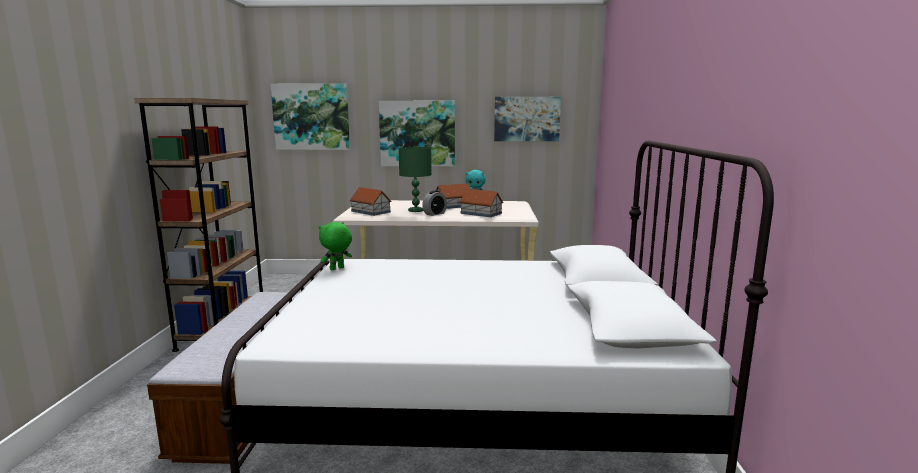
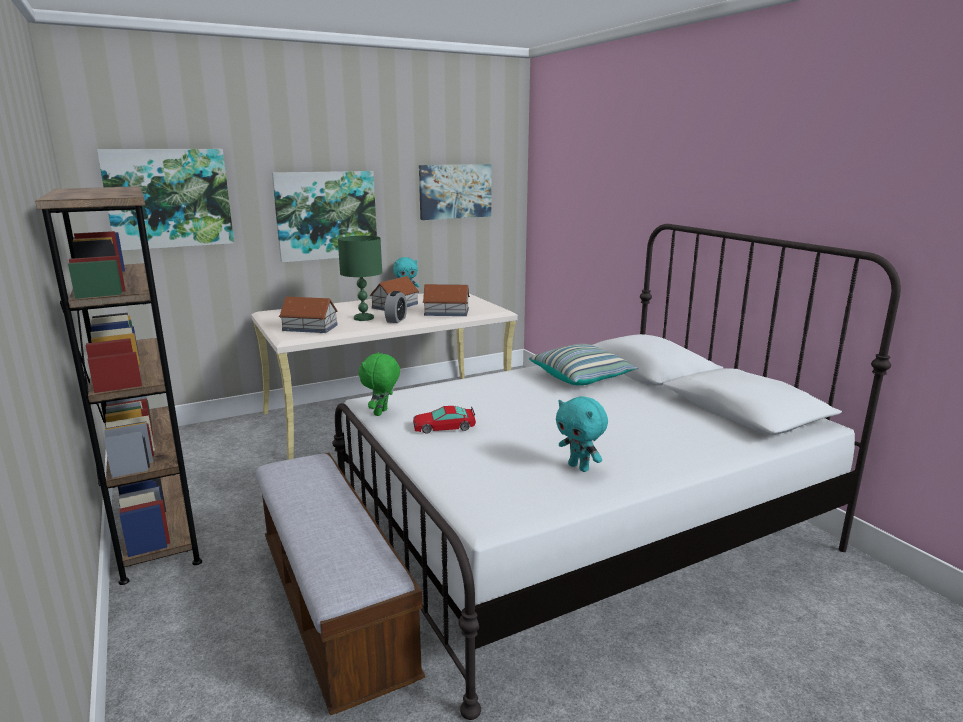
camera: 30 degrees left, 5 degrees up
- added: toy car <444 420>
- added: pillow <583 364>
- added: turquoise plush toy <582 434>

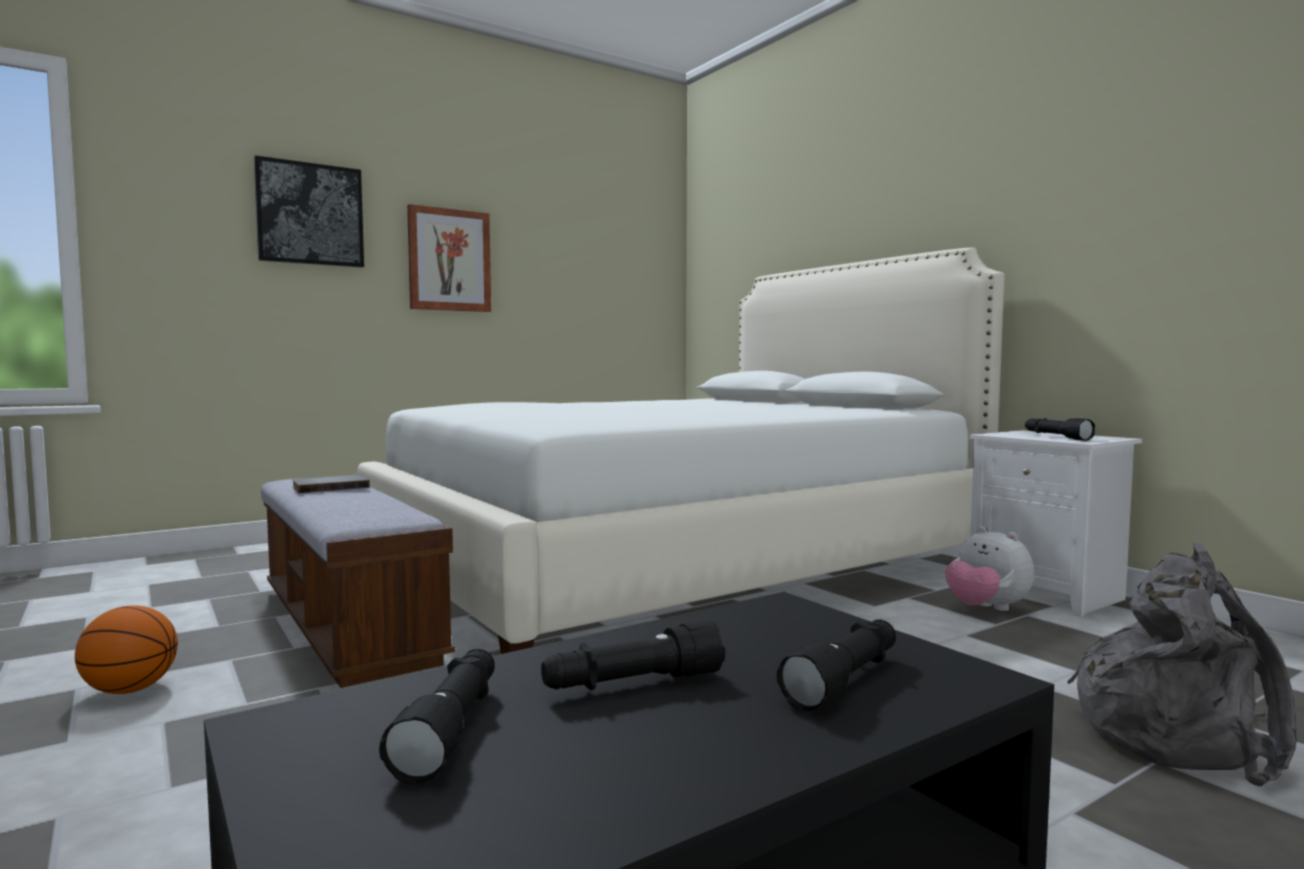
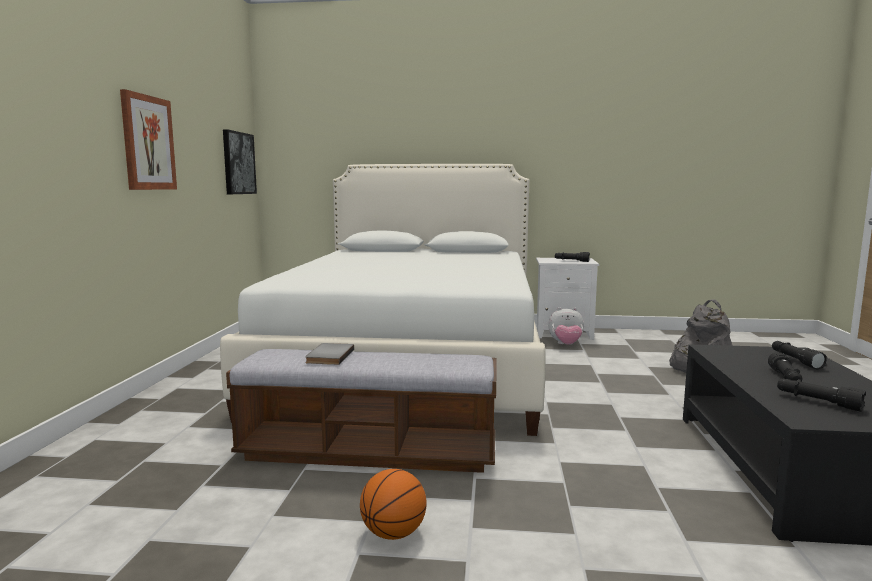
camera: 50 degrees left, 5 degrees up
- moved: picture <309 212> to <240 161>

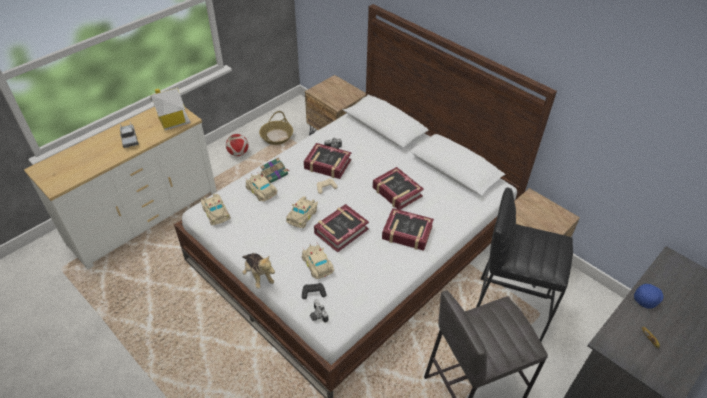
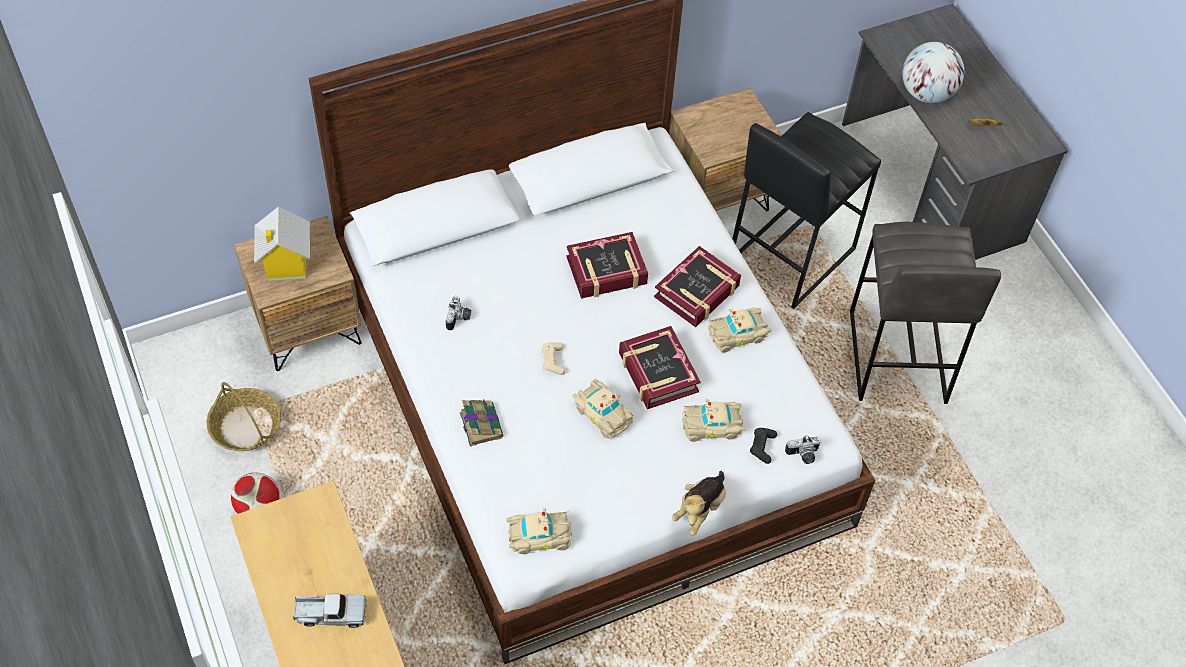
camera: 70 degrees left, 10 degrees up
- moved: toy house <170 109> to <282 243>
- turned: plush toy <258 271> = <699 503> 135 degrees clockwise
- moved: beige toy car <261 187> to <740 330>
- removed: book <328 161>
- replaced: blue cap <648 296> to globe <933 72>

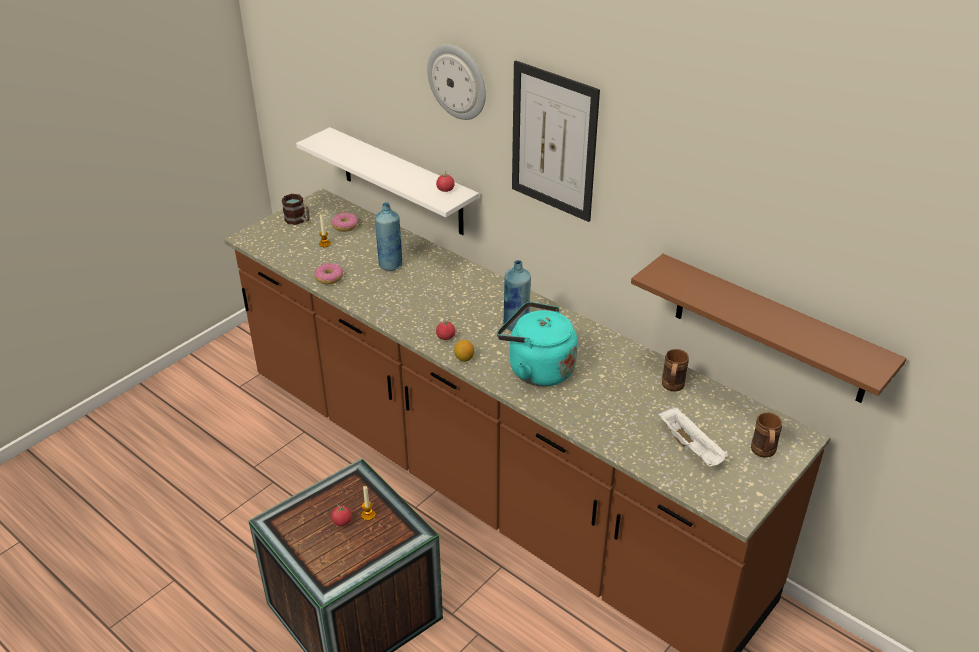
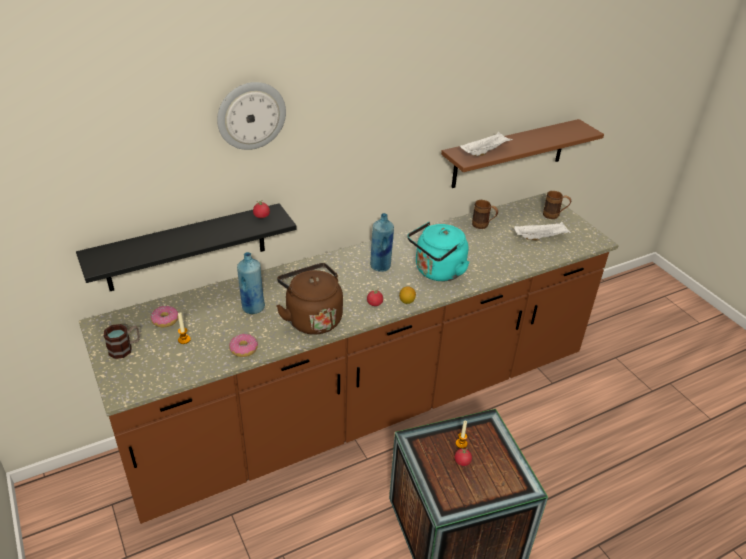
camera: 70 degrees left, 0 degrees up
- recoloured: white shelf <387 181> to black shelf <186 247>
- removed: picture <556 141>
- added: brown kettle <309 299>
- added: white tray <486 144>

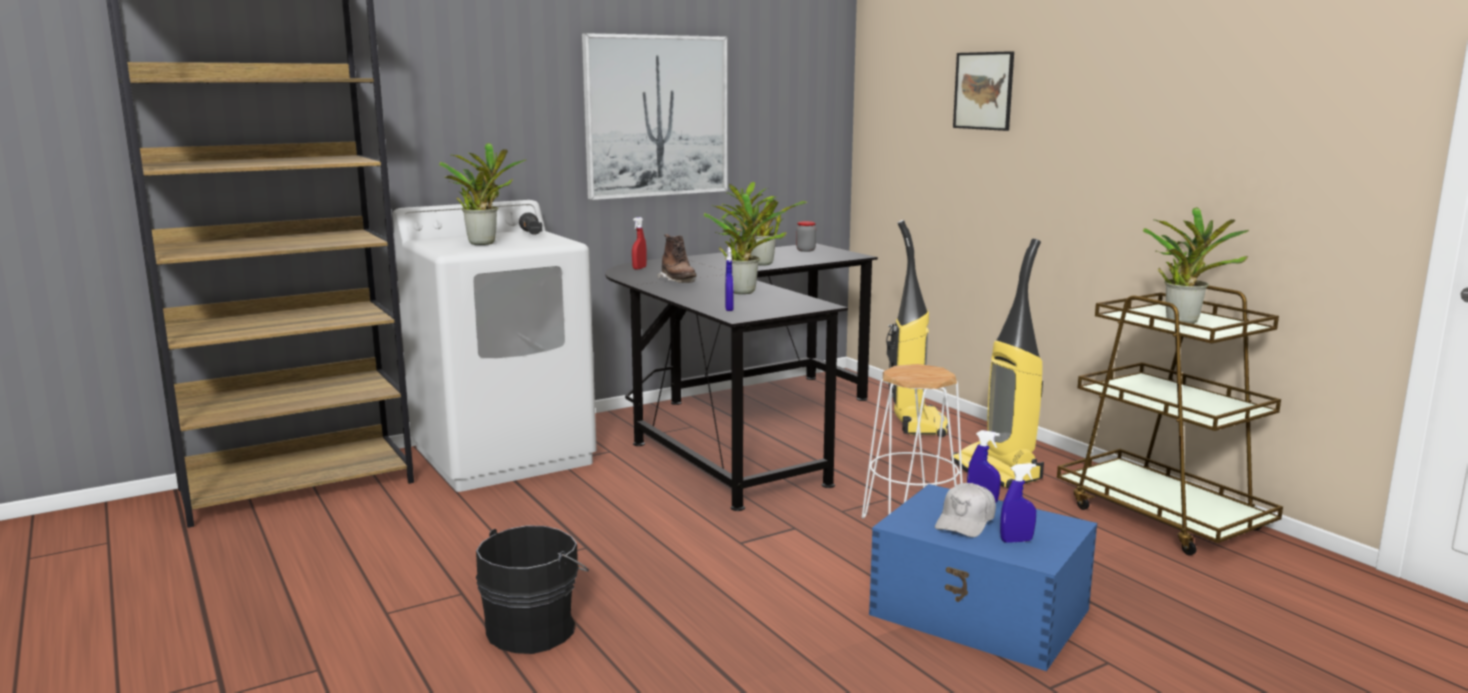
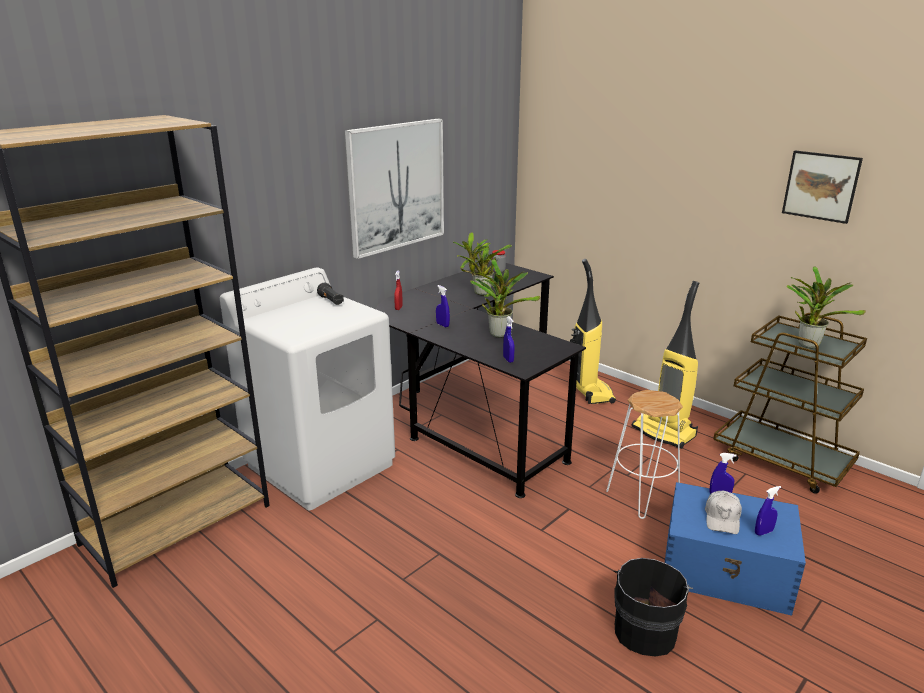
camera: 15 degrees left, 10 degrees up
- removed: potted plant <483 194>
- moved: black bucket <532 589> to <653 607>
- replaced: brown boot <677 258> to blue spray bottle <443 306>
- moved: picture <983 91> to <822 187>

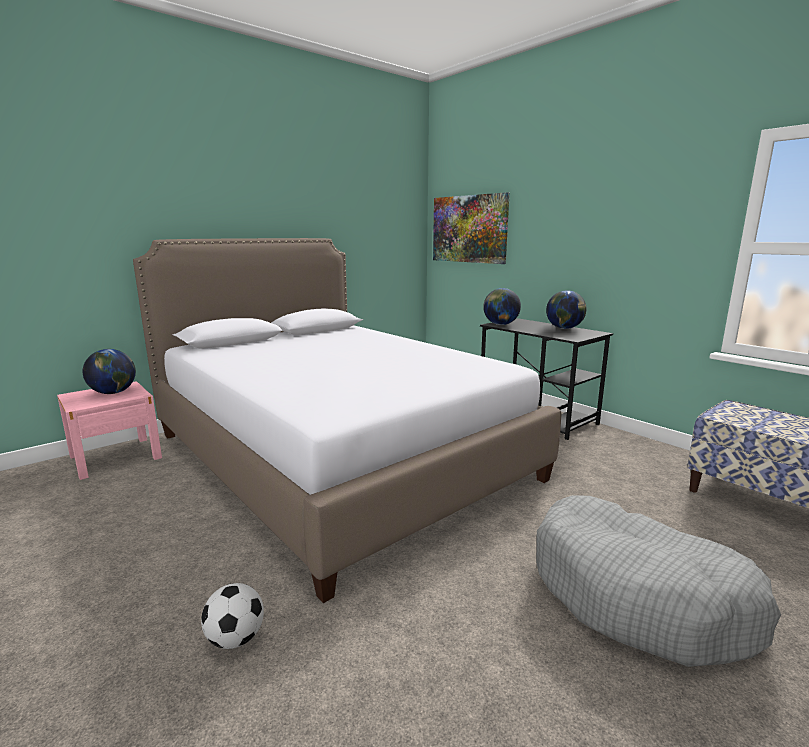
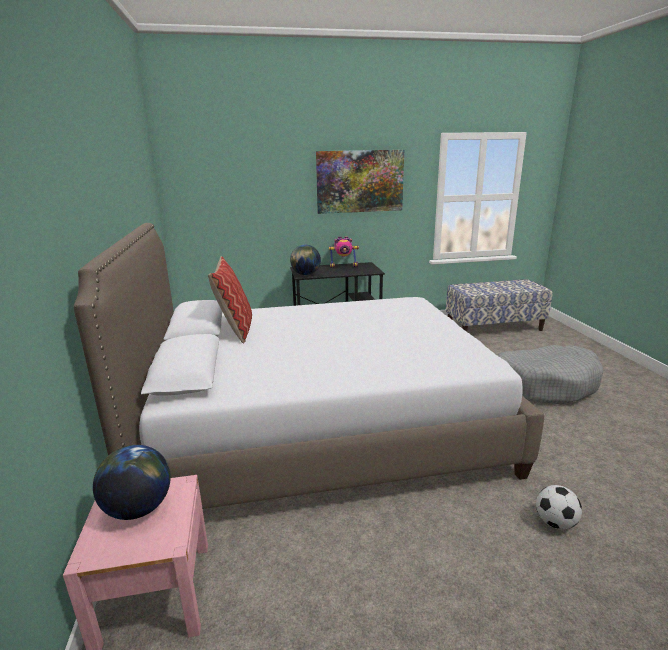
camera: 60 degrees left, 5 degrees up
- moved: picture <471 228> to <360 182>
- replaced: globe <566 309> to toy robot <344 252>
- added: pillow <230 299>

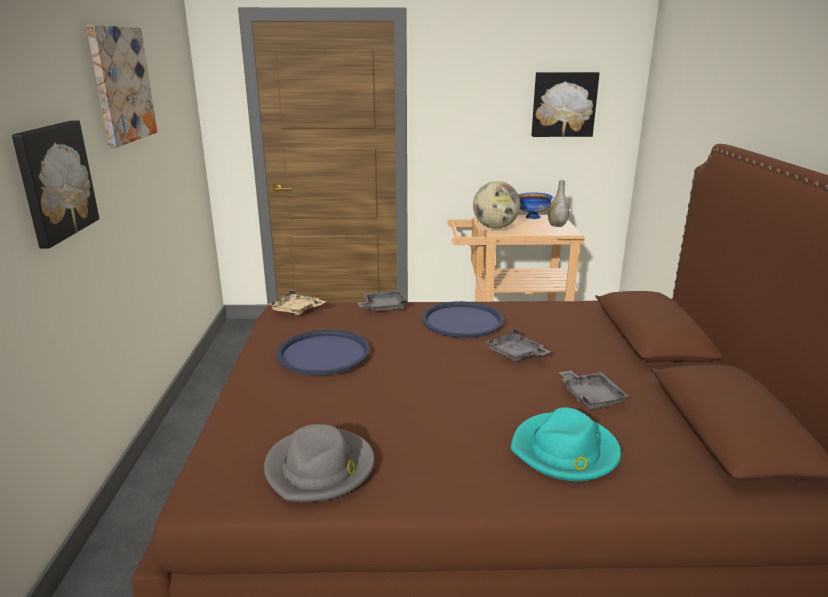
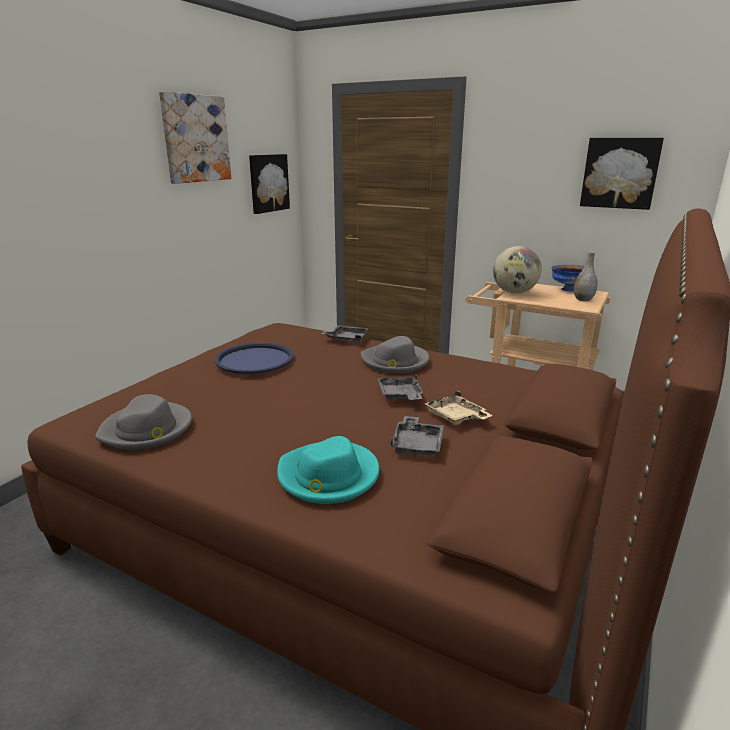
camera: 30 degrees right, 0 degrees up
- moved: picture <55 184> to <269 184>
- moved: beige tray <297 302> to <458 408>
- replaced: blue tray <463 319> to grey hat <395 355>

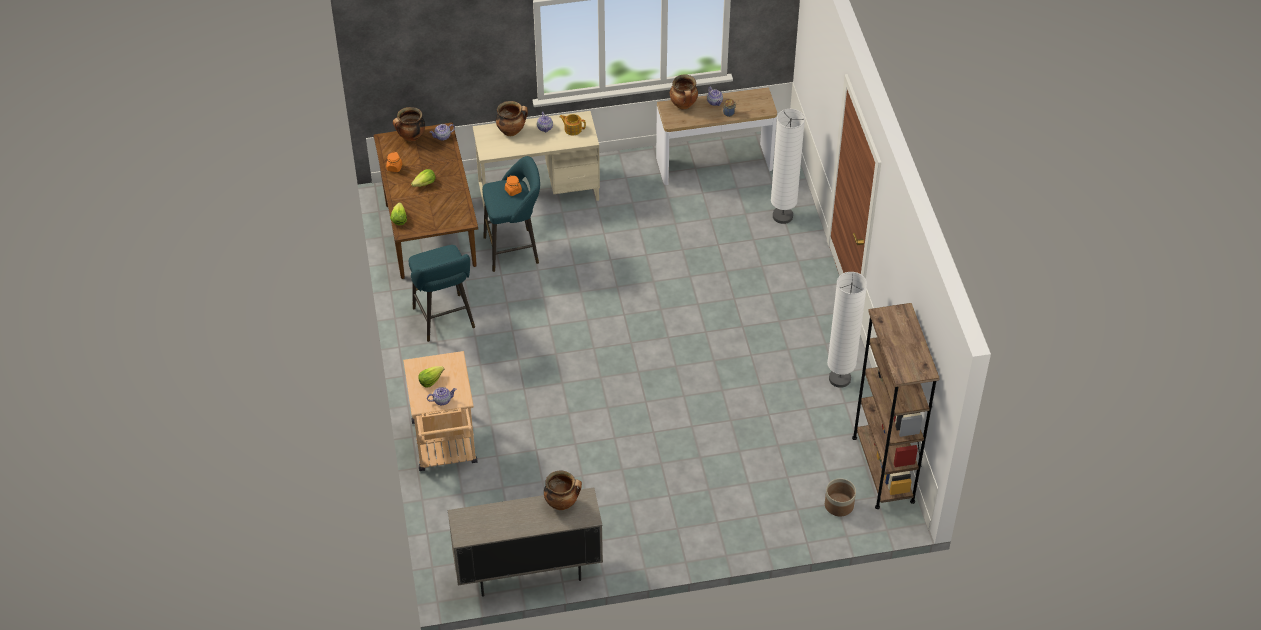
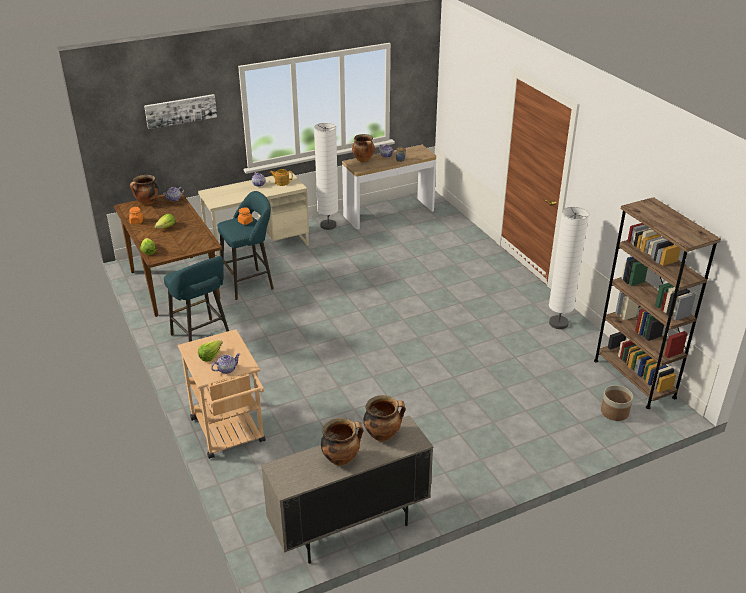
camera: 15 degrees left, 15 degrees down
- moved: cooking pot <512 118> to <342 442>
- moved: white floor lamp <788 166> to <326 176>
- added: picture <180 111>

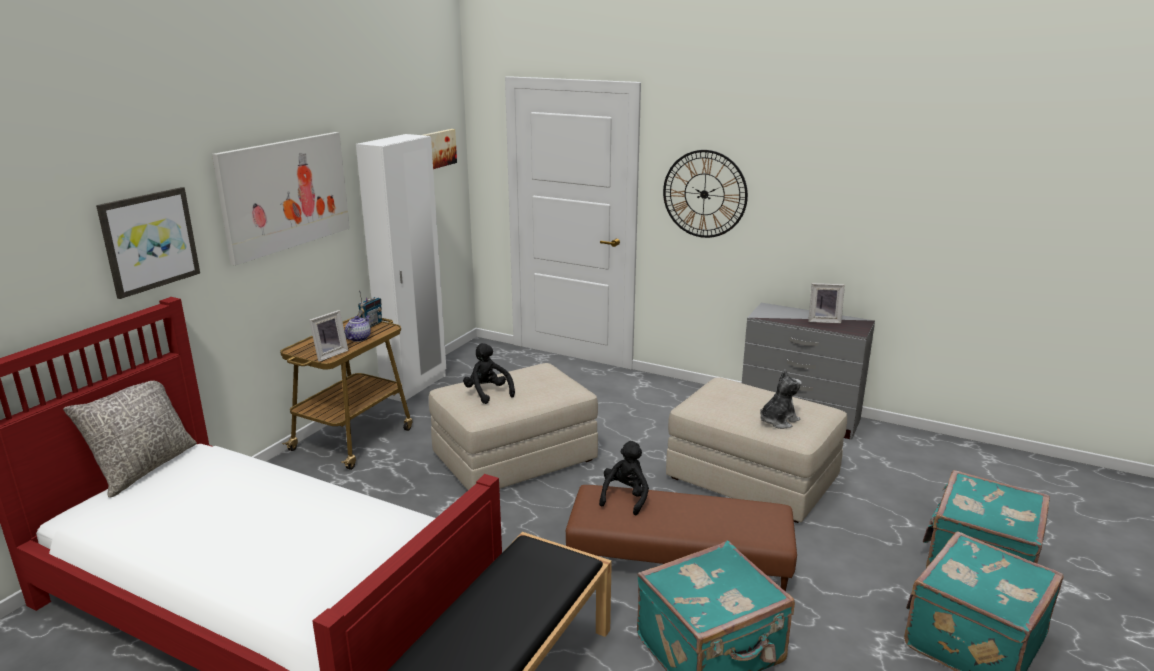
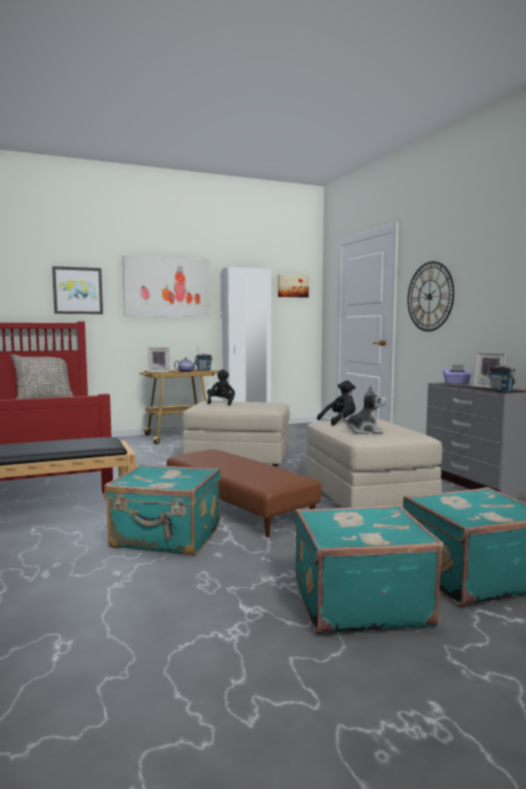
camera: 40 degrees right, 15 degrees down
- moved: black plush toy <624 478> to <336 402>
- added: purple tissue box <457 374>
- added: radio <503 373>

